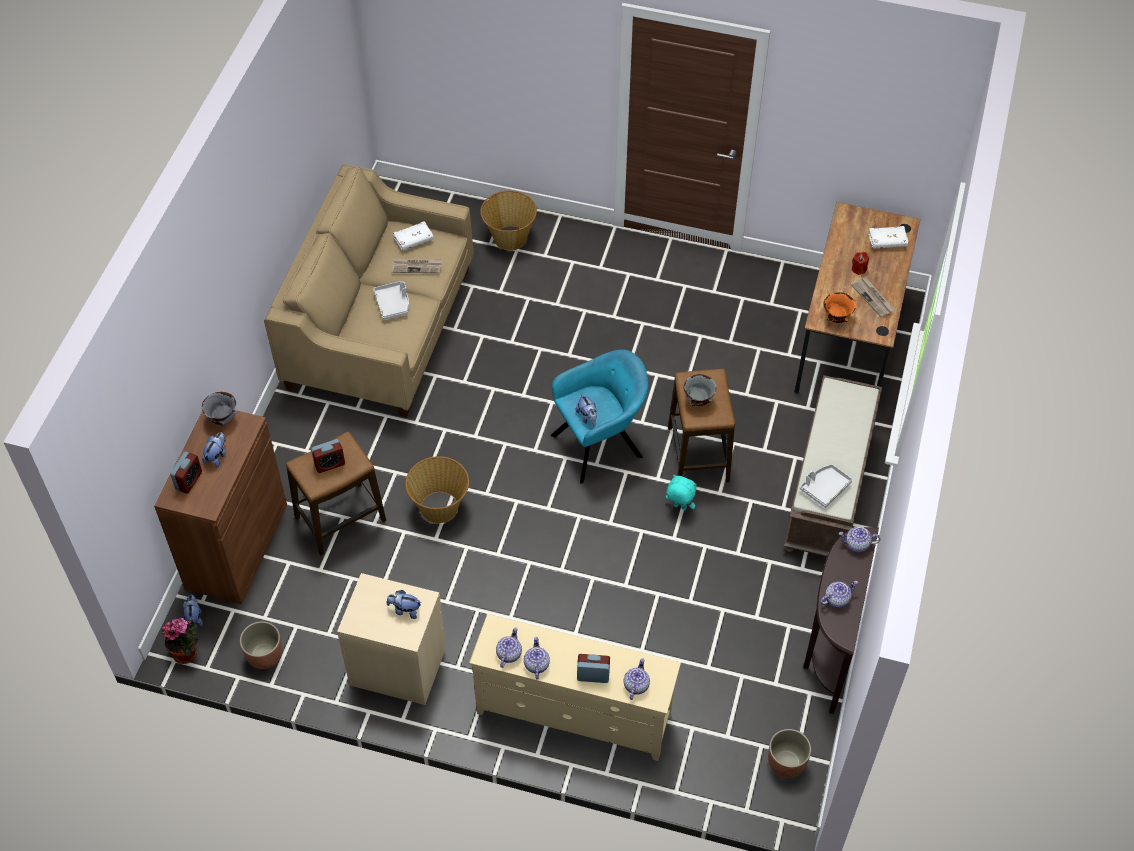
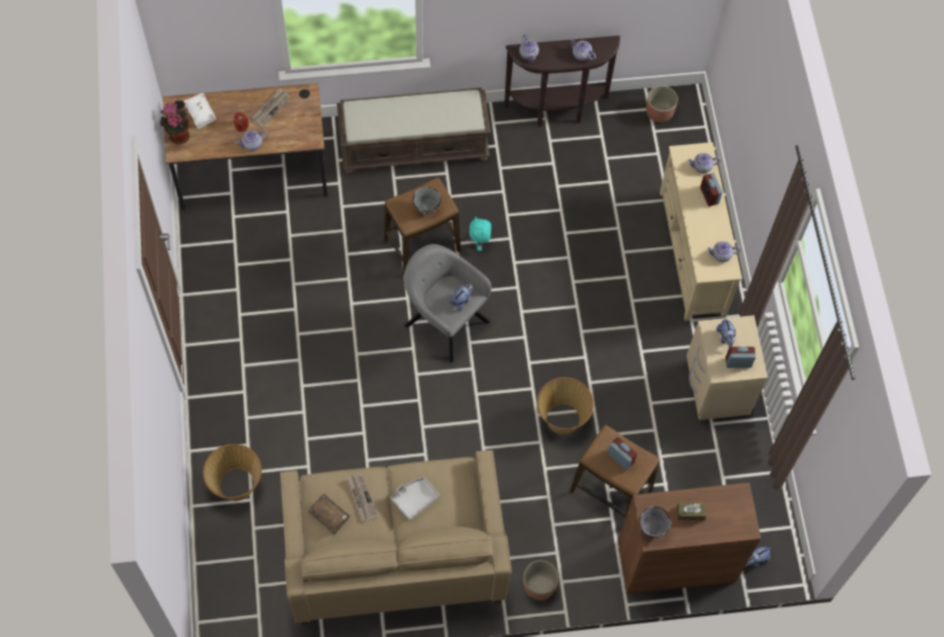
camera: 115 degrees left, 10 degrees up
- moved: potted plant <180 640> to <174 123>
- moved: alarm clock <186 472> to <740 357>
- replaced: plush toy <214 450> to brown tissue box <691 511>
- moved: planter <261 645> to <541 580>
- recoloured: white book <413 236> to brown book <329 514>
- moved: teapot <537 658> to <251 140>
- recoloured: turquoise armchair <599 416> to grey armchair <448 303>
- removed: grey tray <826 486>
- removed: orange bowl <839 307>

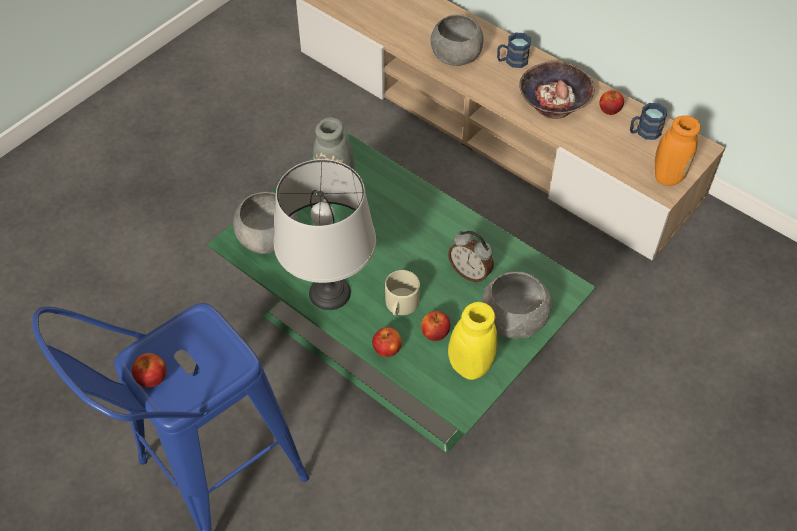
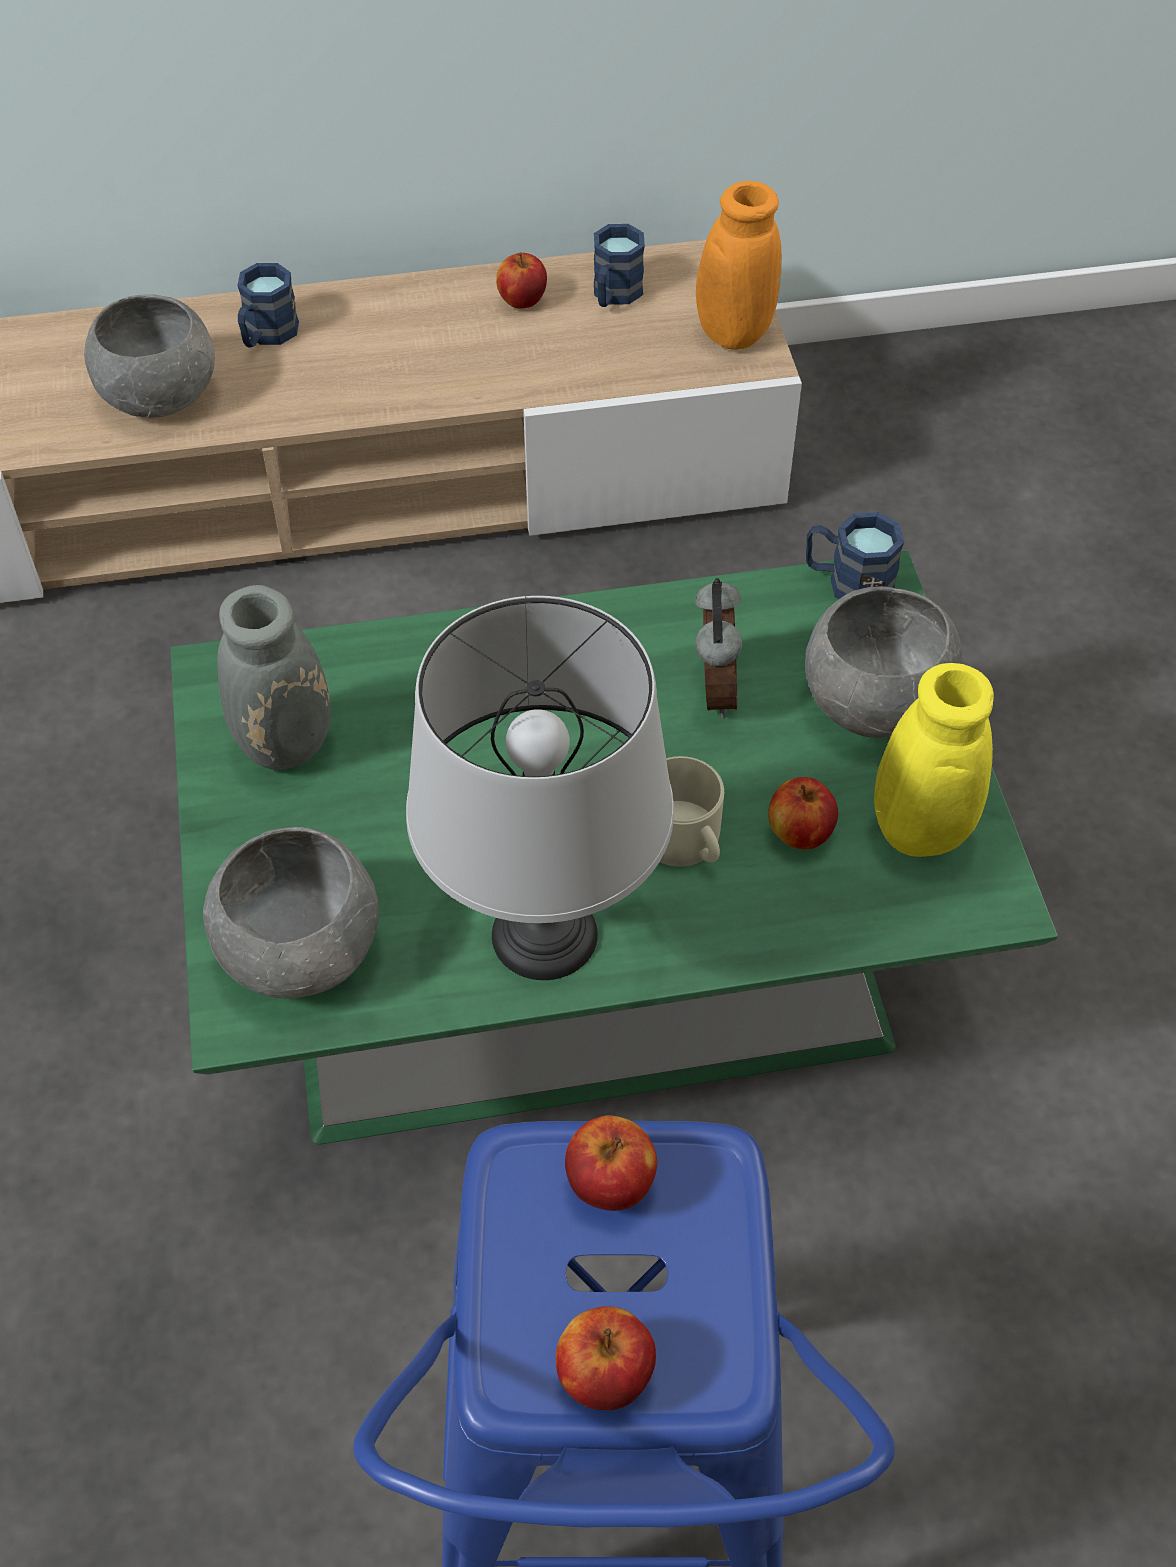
camera: 50 degrees left, 0 degrees up
- moved: apple <387 342> to <611 1163>
- turned: alarm clock <470 257> = <718 648> 75 degrees counterclockwise
- removed: bowl <557 90>
- added: blue mug <855 555>

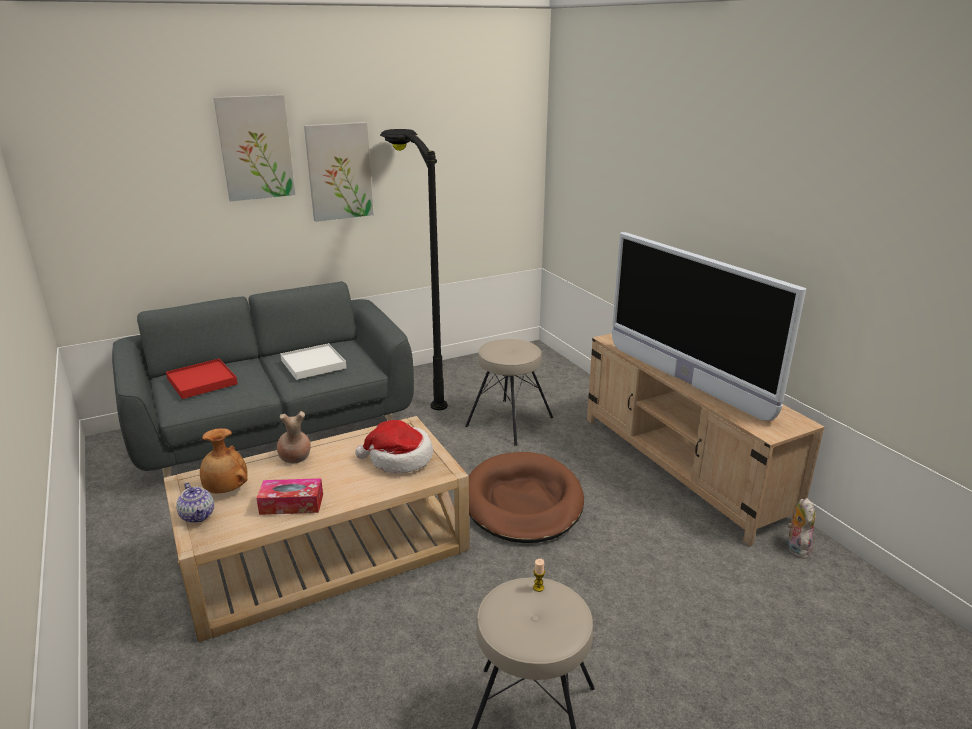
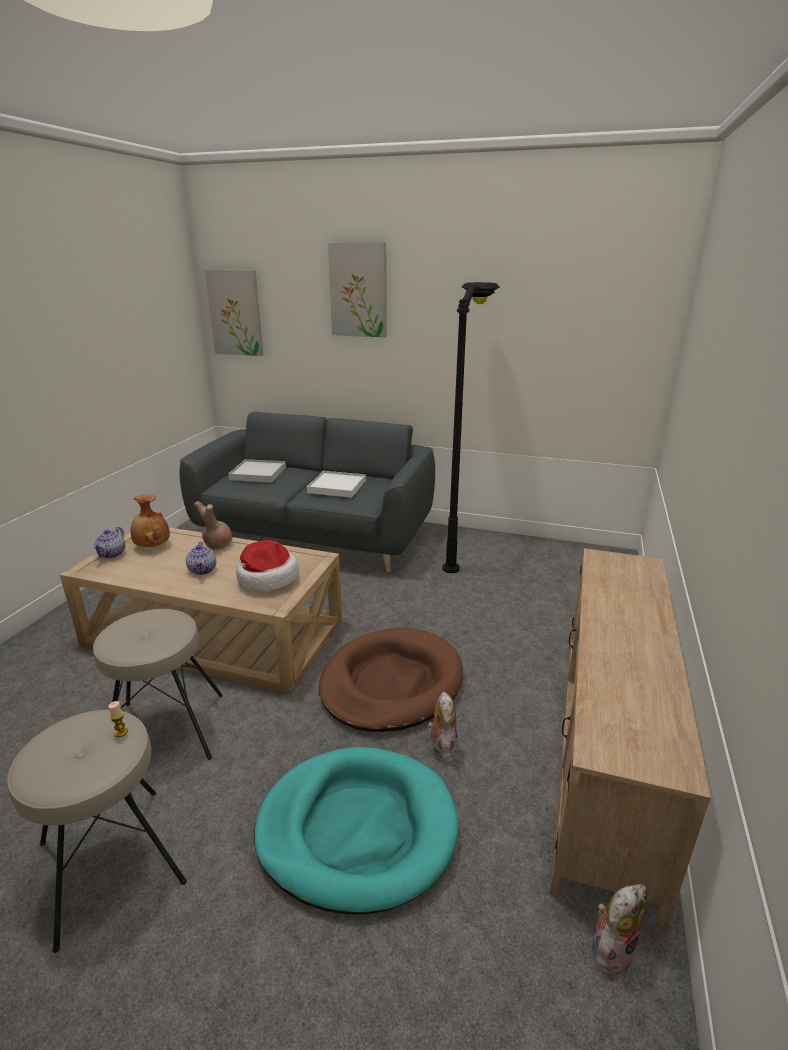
camera: 45 degrees right, 0 degrees up
- recoloured: red tray <202 379> to white tray <257 471>
- removed: tissue box <289 496>
- moved: picture <339 172> to <234 312>
- moved: beige stool <509 392> to <158 684>
- removed: television <709 326>
- added: teapot <201 558>
- added: turquoise dog bed <356 831>
- added: plush toy <443 727>

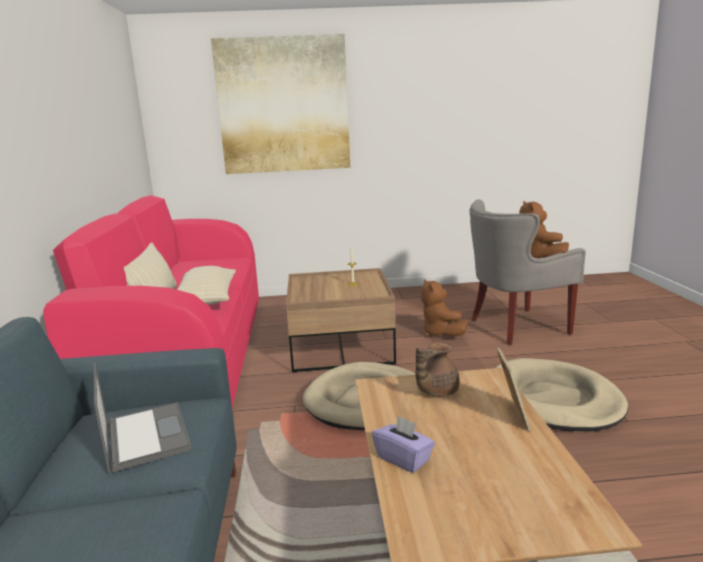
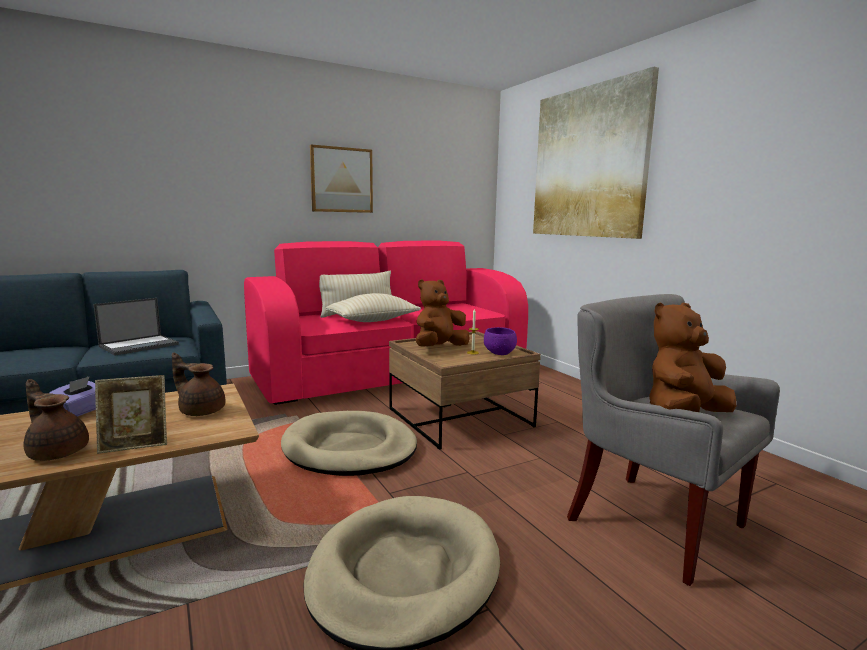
camera: 65 degrees right, 5 degrees down
- moved: brown plush toy <444 308> to <443 313>
- added: brown teapot <56 420>
- added: picture <341 179>
- added: purple bowl <500 341>

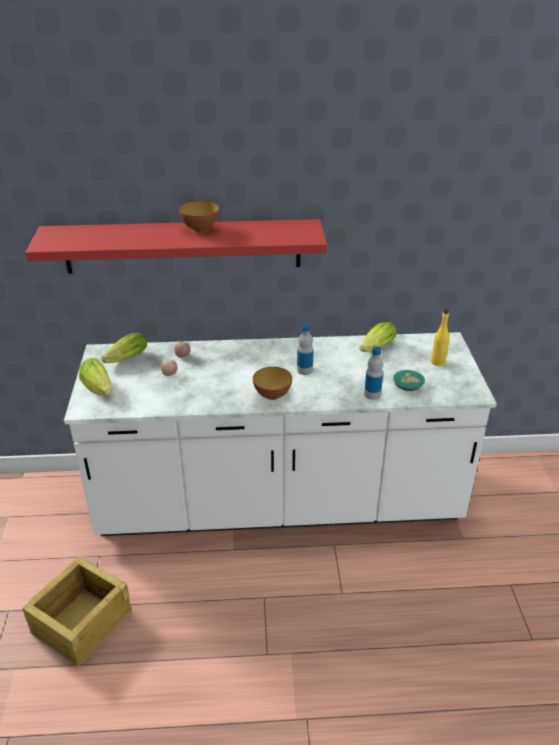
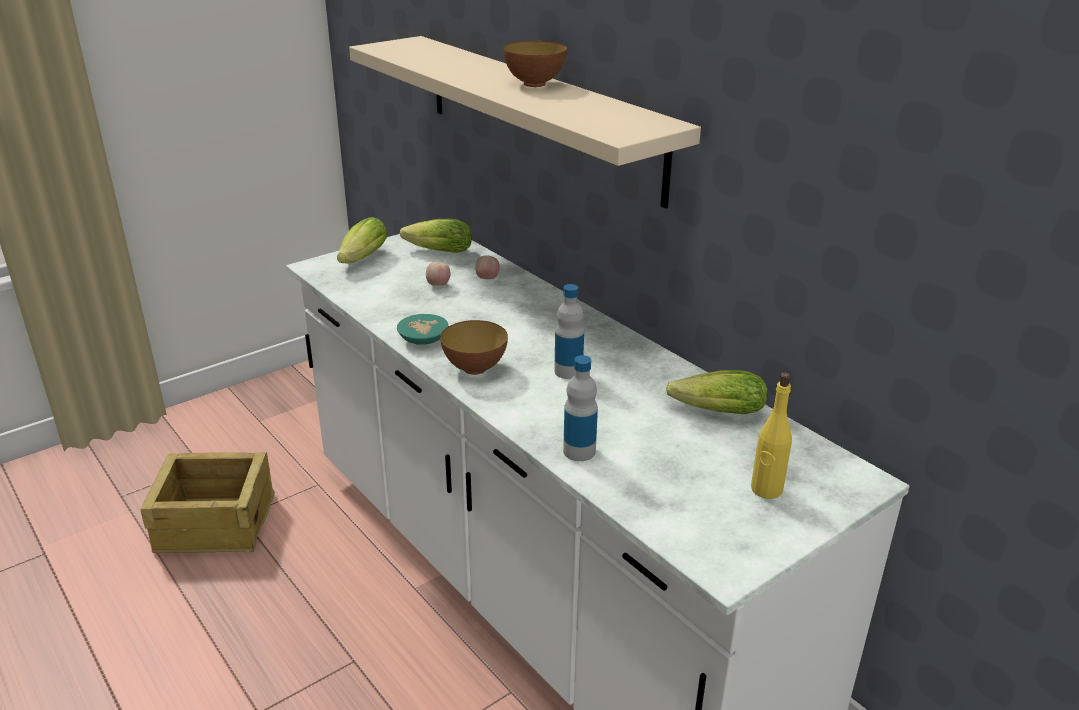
camera: 55 degrees right, 5 degrees down
- recoloured: red shelf <176 246> to beige shelf <525 122>
- moved: turquoise bowl <409 380> to <423 329>

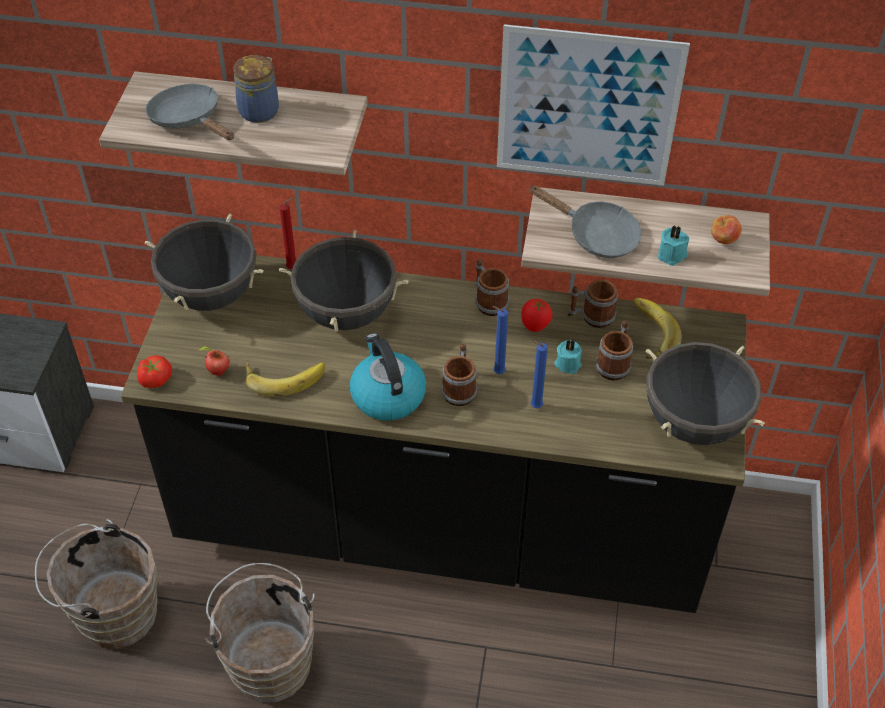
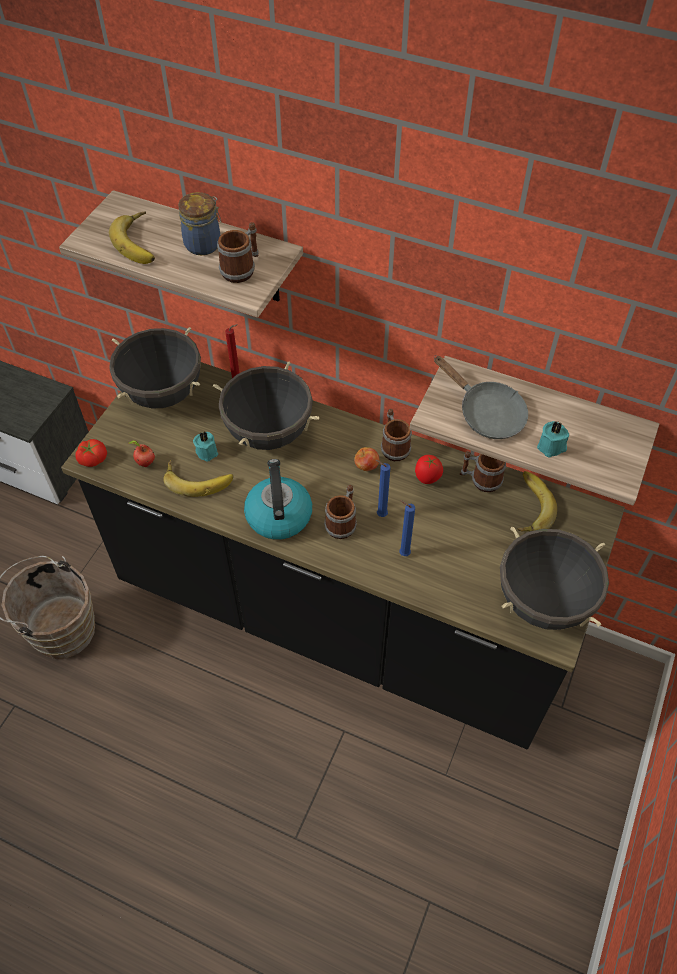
camera: 15 degrees right, 5 degrees up
- replaced: grey frying pan <190 112> to banana <132 237>
- removed: brown bucket <260 633>
- removed: picture <593 105>
- moved: turquoise candle <568 356> to <205 446>
- moved: mug <614 350> to <238 252>
- moved: apple <726 229> to <367 459>

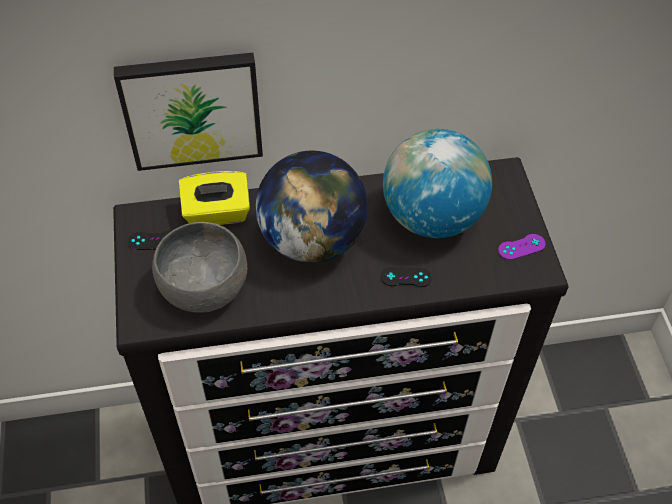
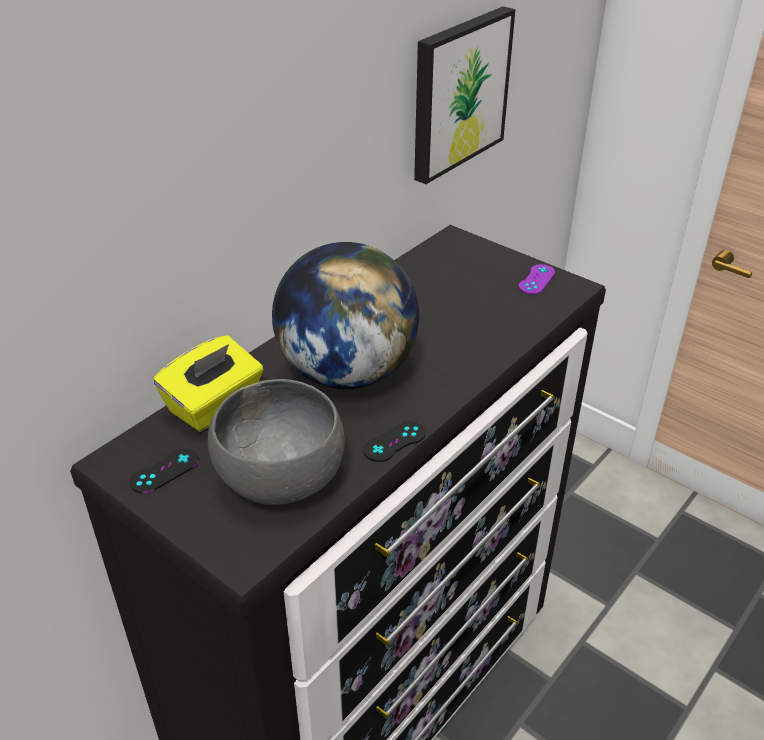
camera: 40 degrees left, 15 degrees down
- moved: picture <188 112> to <464 95>
- moved: black game controller <406 277> to <394 441>
- removed: globe <437 183>

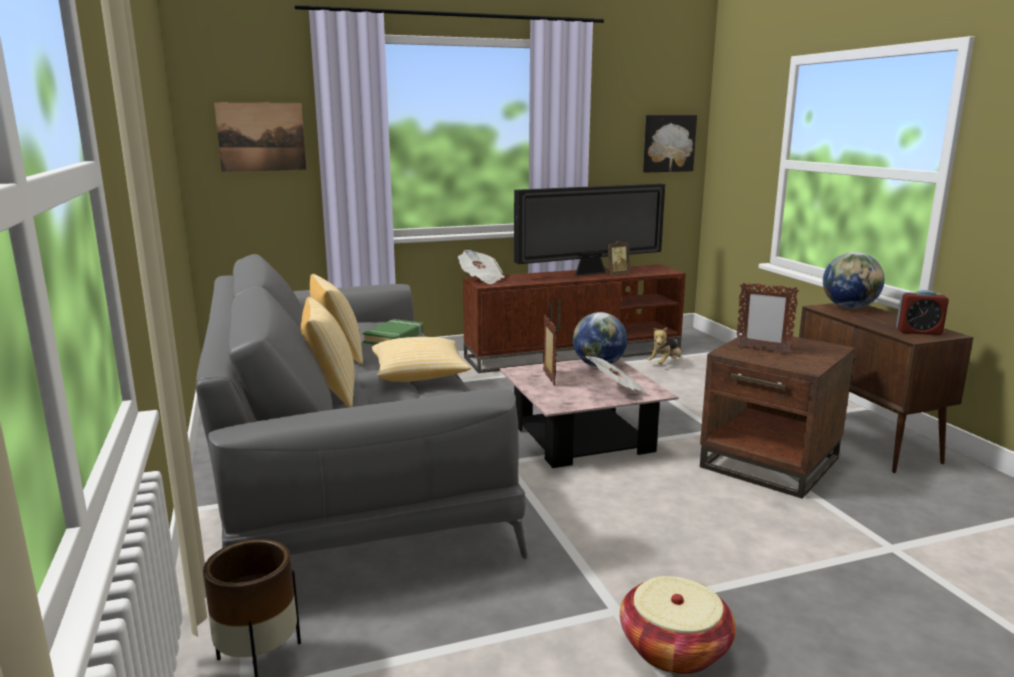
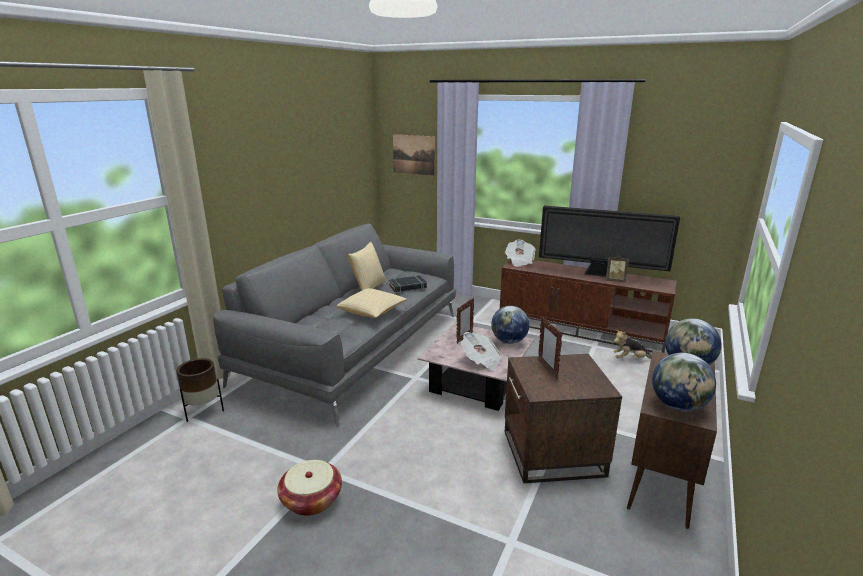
camera: 45 degrees right, 5 degrees up
- removed: pillow <328 352>
- recoloured: green book <393 332> to black book <408 284>
- removed: picture <670 143>
- replaced: alarm clock <922 312> to globe <684 382>

